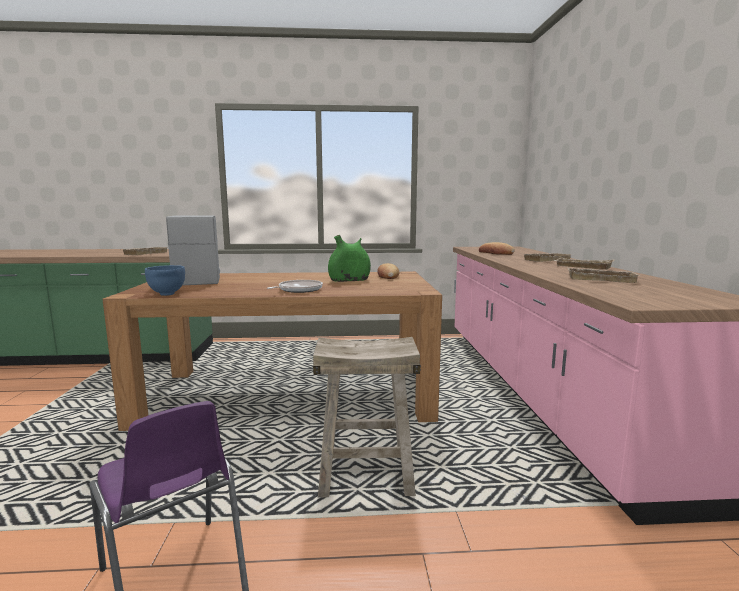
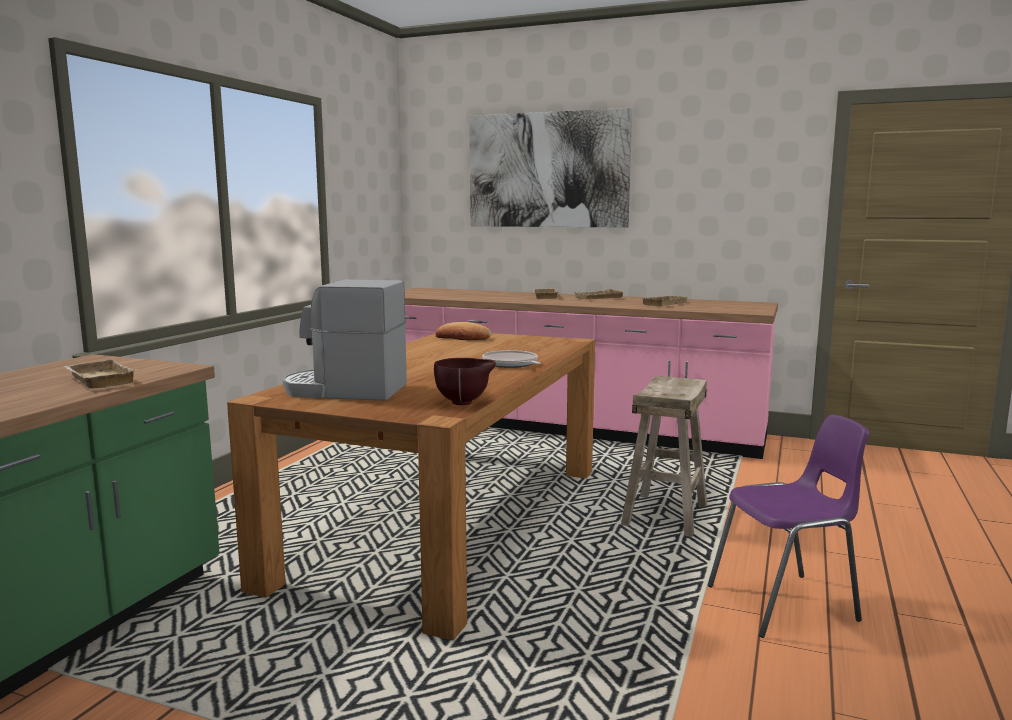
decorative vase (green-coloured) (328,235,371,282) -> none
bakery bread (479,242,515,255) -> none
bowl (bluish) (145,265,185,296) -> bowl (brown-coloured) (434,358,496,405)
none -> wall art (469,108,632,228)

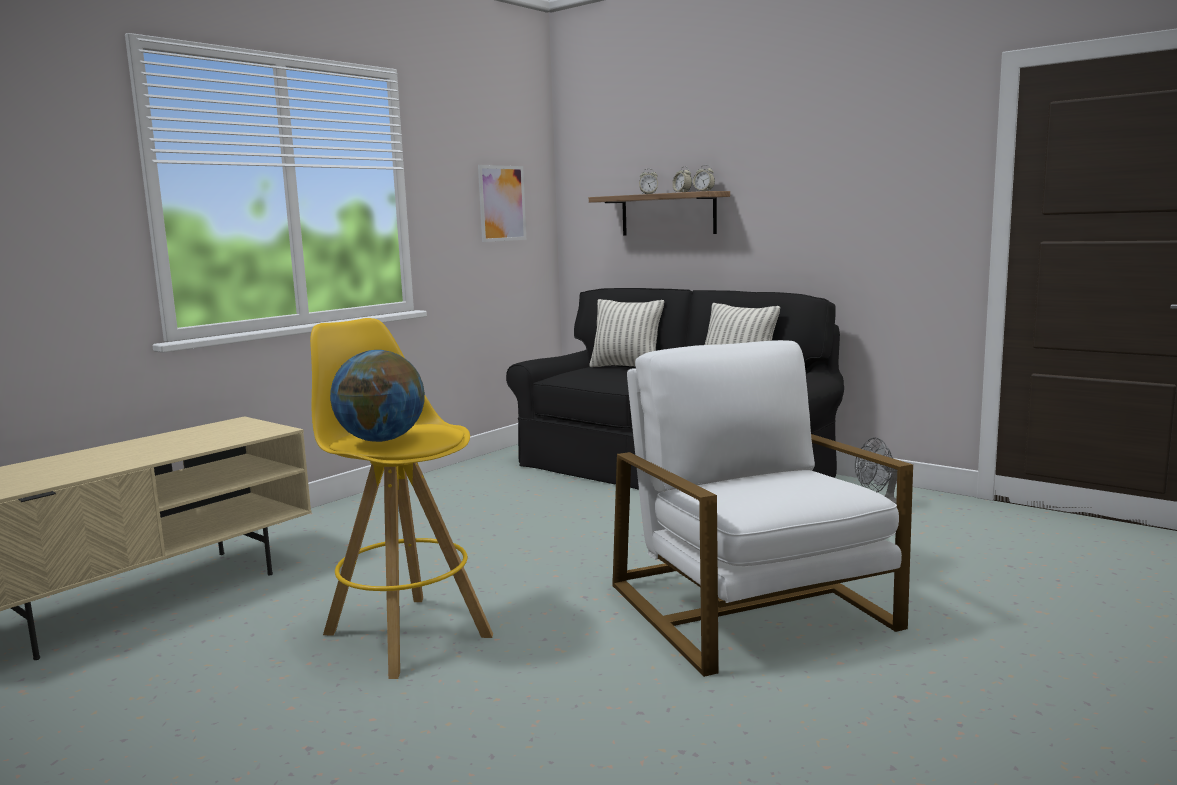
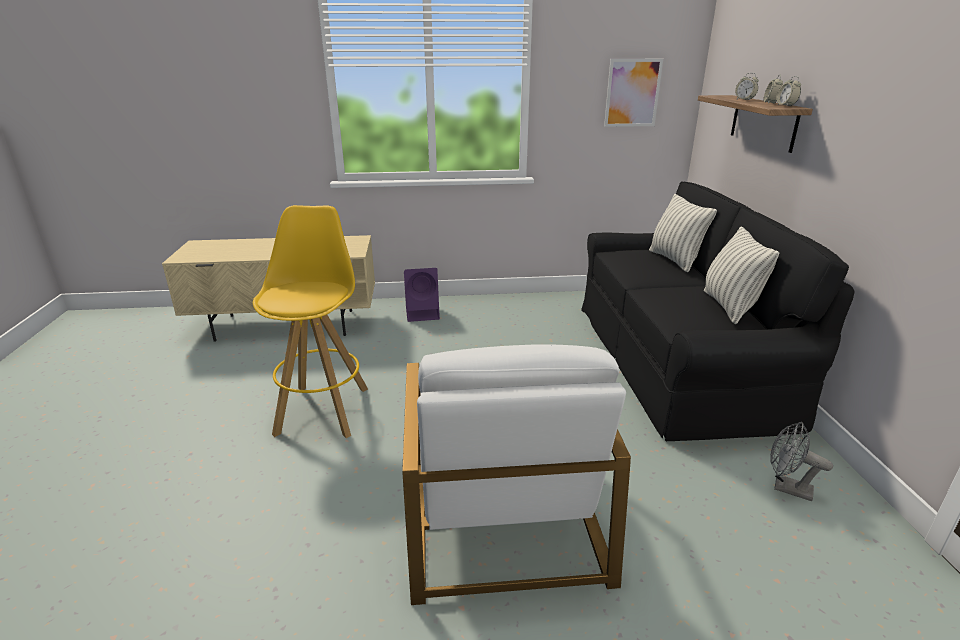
lounge chair (whitish) (612,340,913,677) -> lounge chair (whitish) (402,344,631,605), 150 degrees clockwise
world globe (330,350,425,442) -> none
none -> audio speaker (purplish) (404,268,440,322)

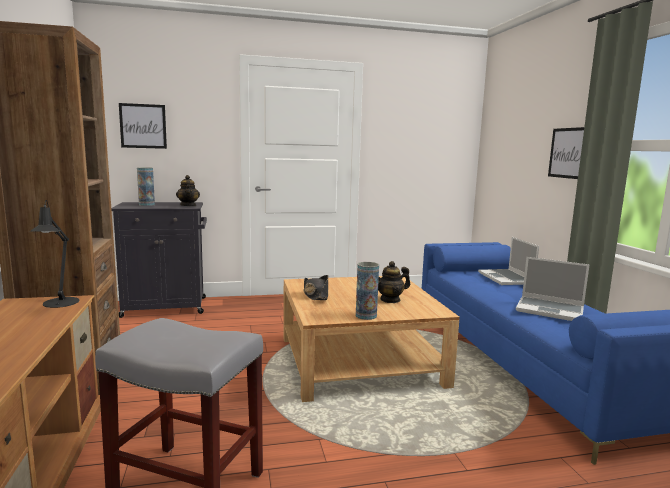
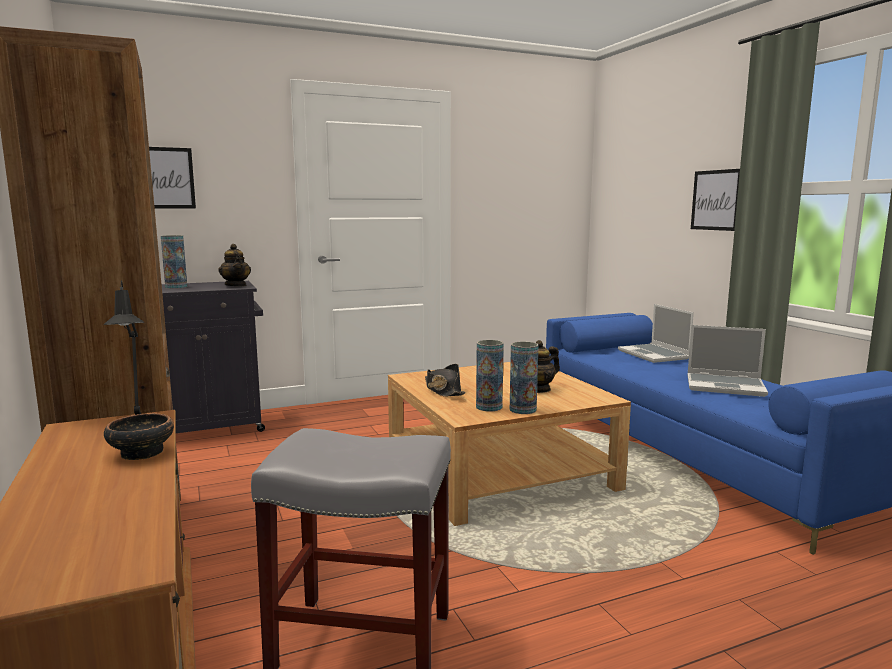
none -> decorative vase (476,340,504,411)
none -> bowl (104,413,174,460)

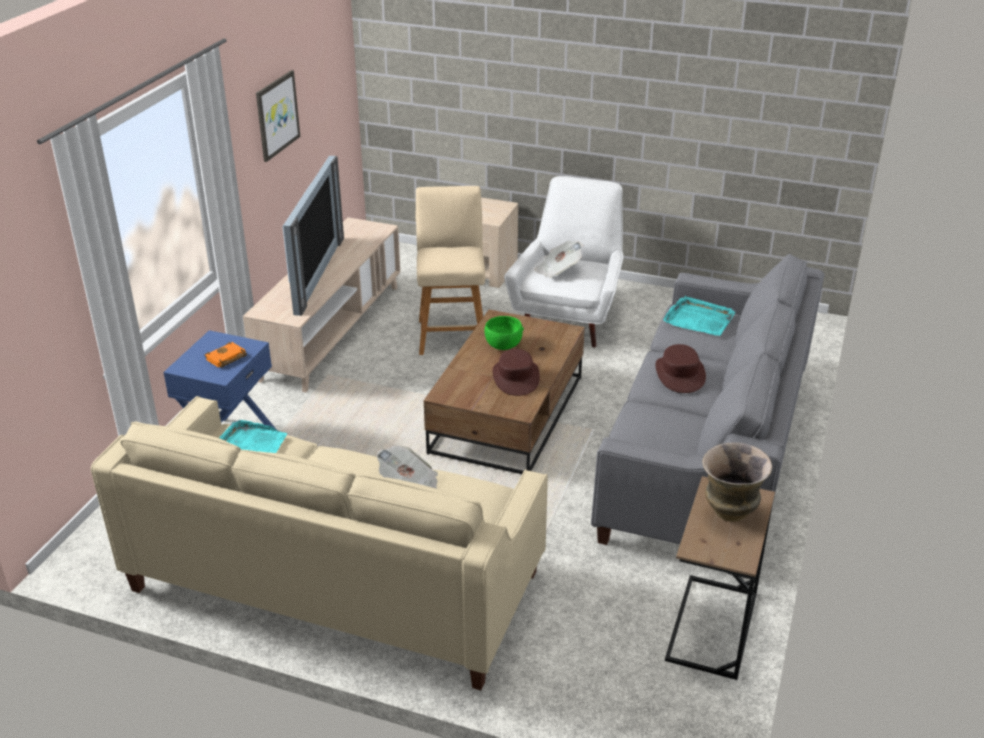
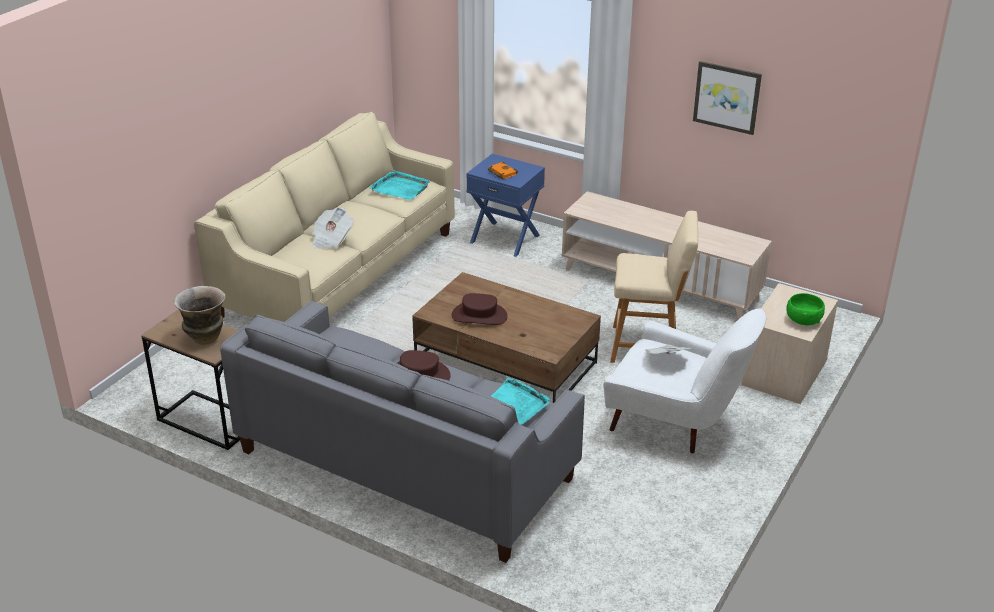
TV (282,156,344,316) -> none
bowl (green-coloured) (484,316,524,350) -> bowl (green-coloured) (786,293,825,325), move

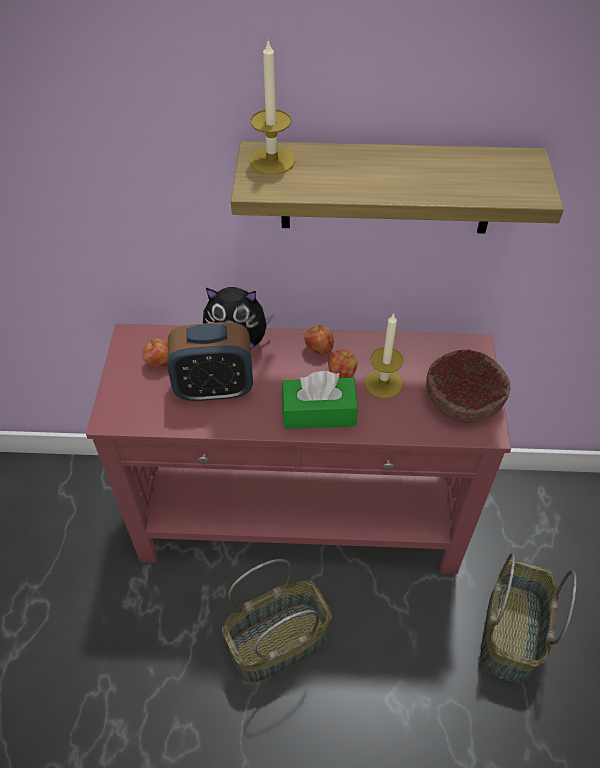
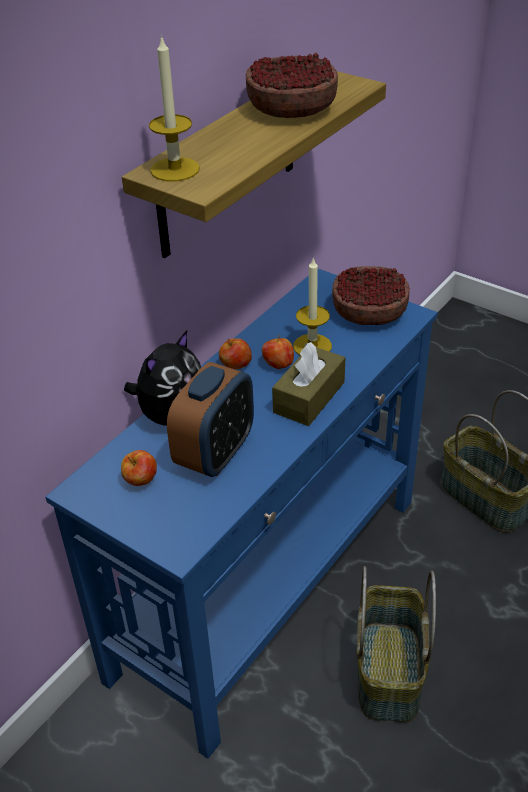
hall table (red-coloured) (86,324,511,574) -> hall table (bluish) (45,268,438,759)
tissue box (green-coloured) (282,371,358,429) -> tissue box (brown-coloured) (272,342,345,426)
none -> bowl (246,53,338,118)

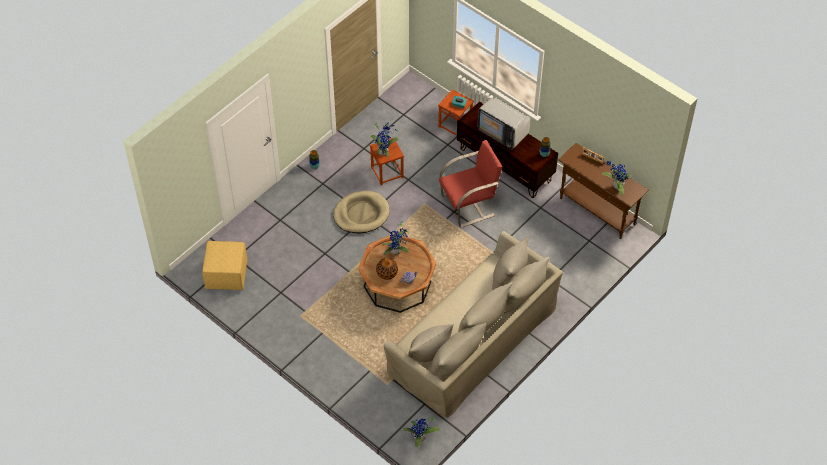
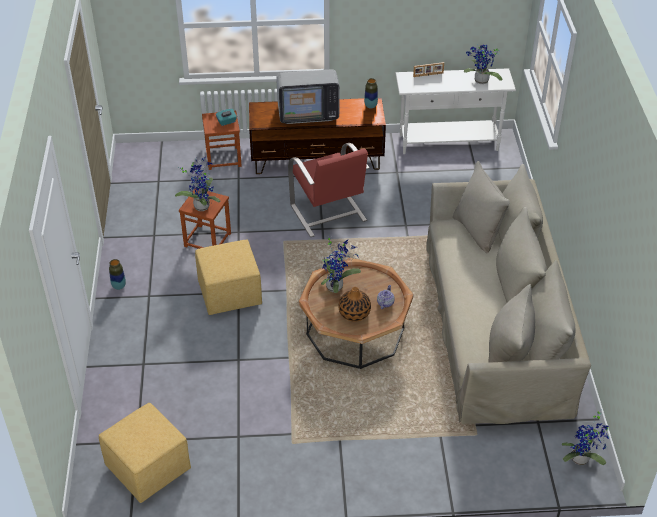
lounge chair (red-coloured) (439,140,503,228) -> lounge chair (red-coloured) (288,143,370,237), 135 degrees clockwise
hall table (brown-coloured) (558,143,649,239) -> hall table (whitish) (395,68,516,154)
dog bed (sand-coloured) (333,191,389,233) -> pouffe (yellow-coloured) (195,239,262,315)

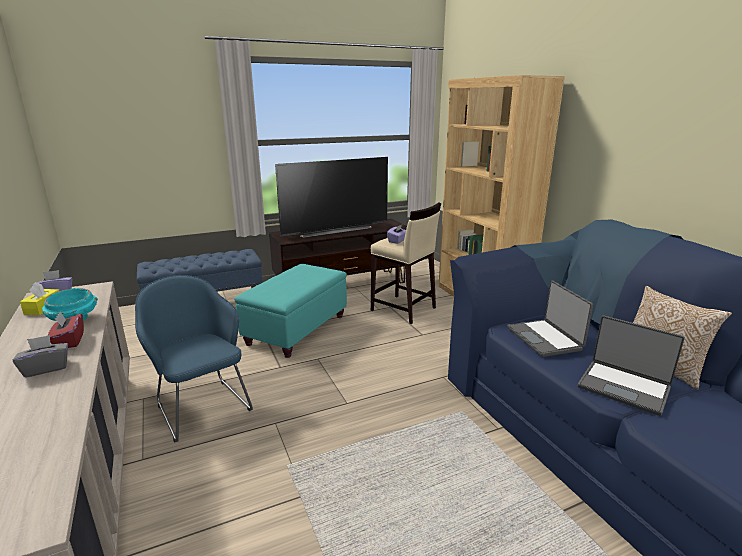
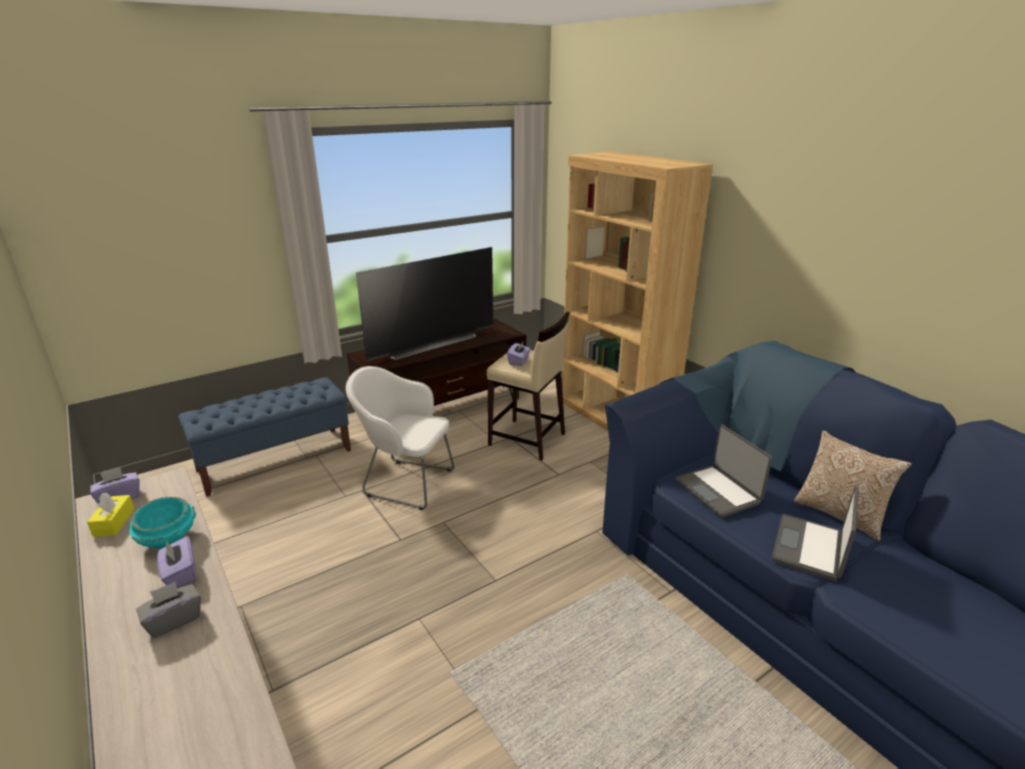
pouffe (turquoise-coloured) (234,264,347,358) -> lounge chair (whitish) (346,366,454,510)
lounge chair (bluish) (135,275,253,442) -> none
tissue box (red-coloured) (48,312,84,348) -> tissue box (purplish) (157,536,196,587)
laptop (578,316,685,416) -> laptop (772,486,859,581), 90 degrees clockwise

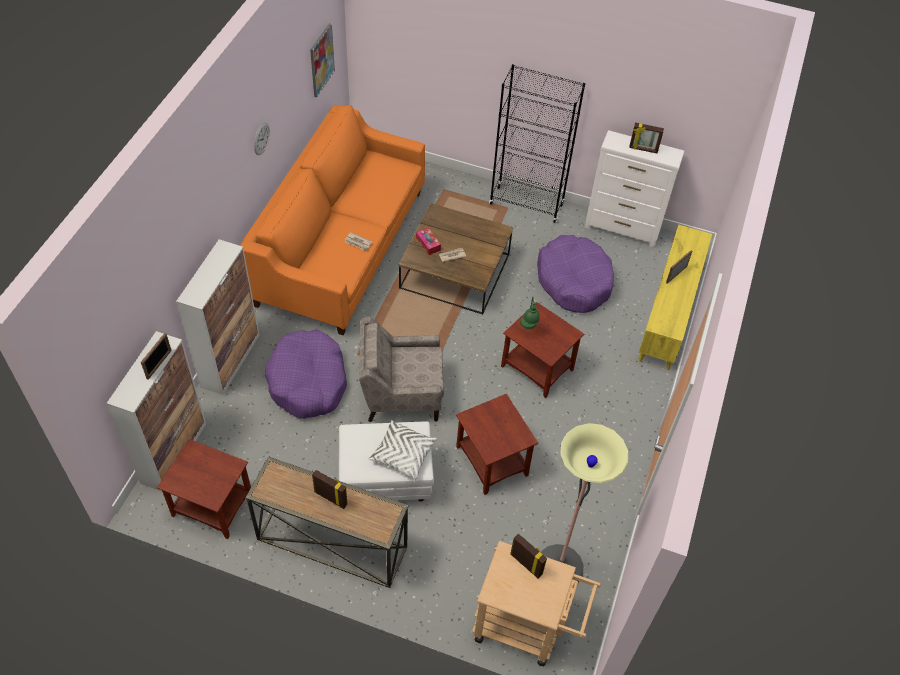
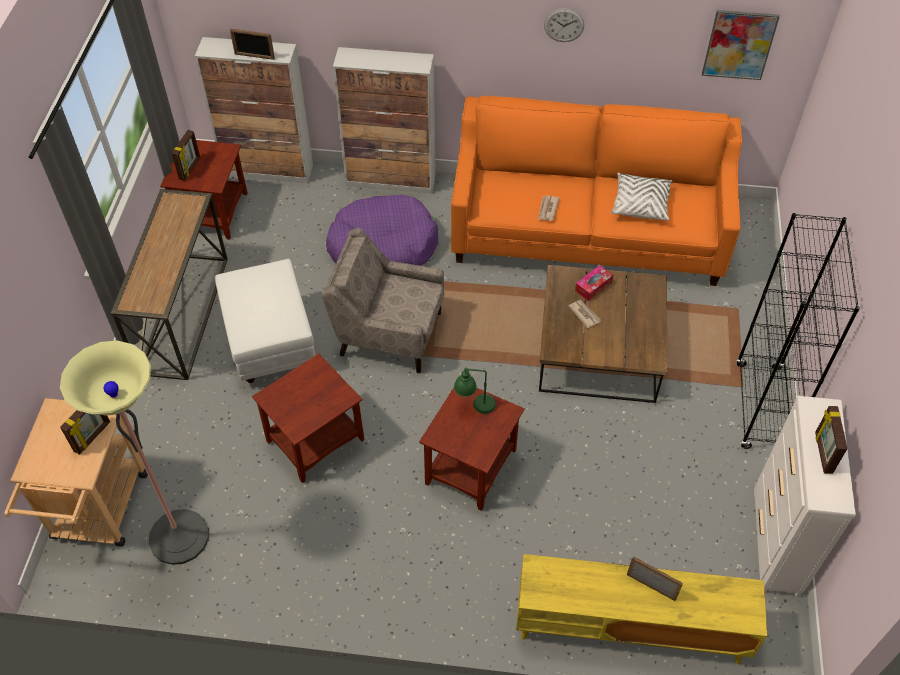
dog bed (purplish) (537,235,614,313) -> none
lounge chair (sand-coloured) (359,316,444,422) -> lounge chair (sand-coloured) (322,228,444,373), 60 degrees counterclockwise
pillow (whitish) (369,420,437,481) -> pillow (whitish) (611,172,672,221), move
picture frame (312,470,348,509) -> picture frame (172,130,200,181), move

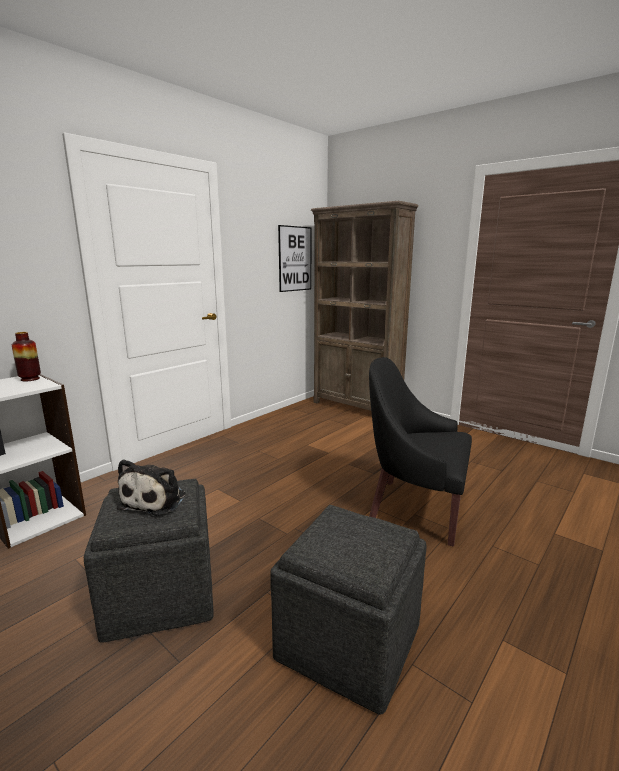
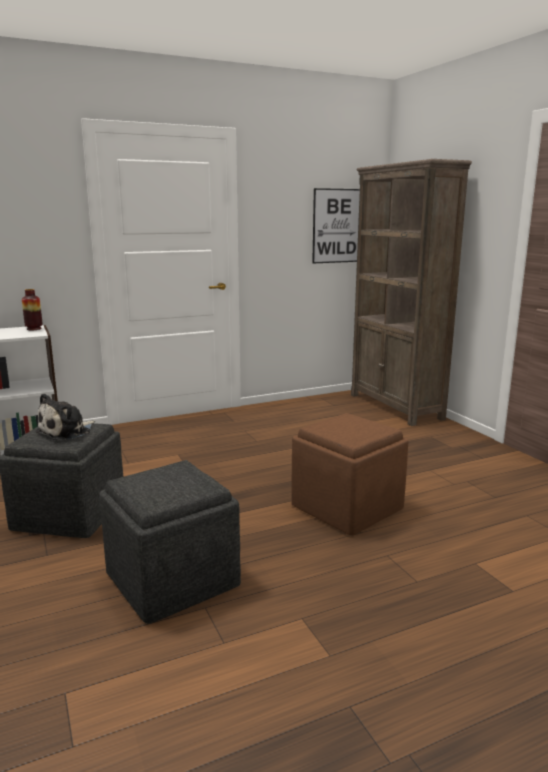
lounge chair (black) (369,357,472,547) -> pouffe (brown-coloured) (291,413,409,535)

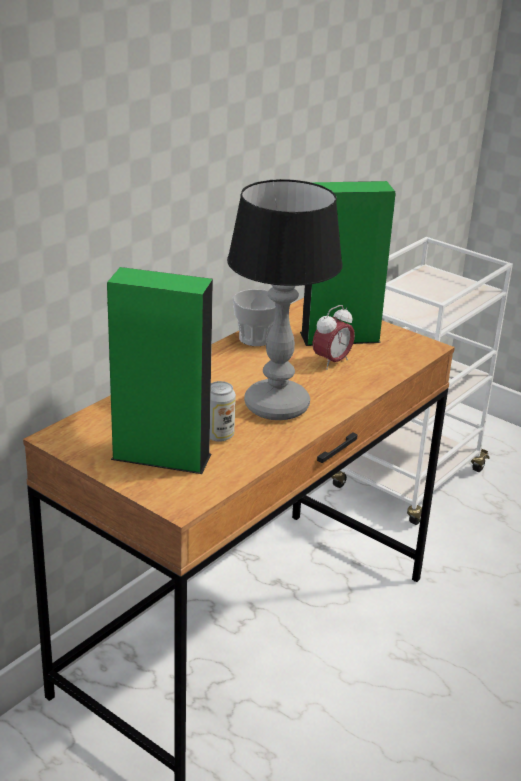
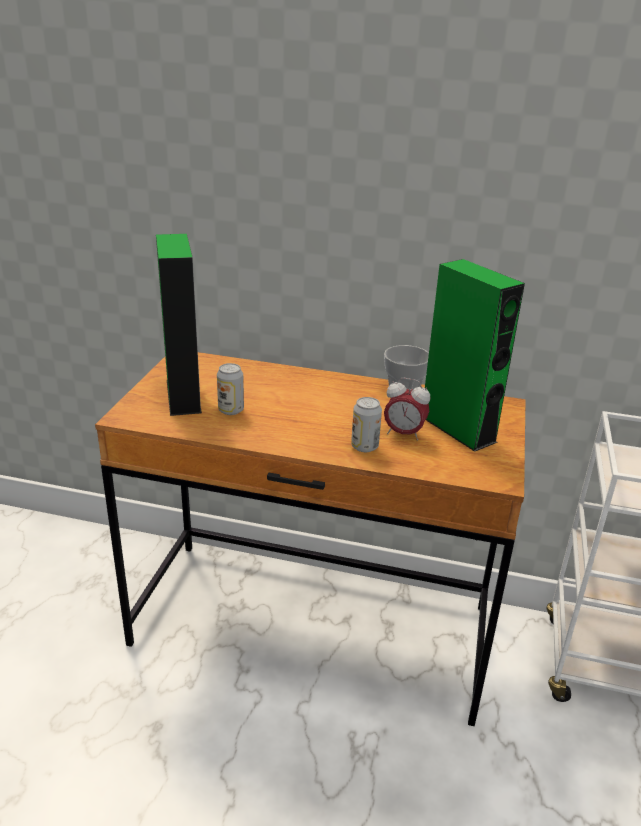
lamp for a table (227,179,343,420) -> none
none -> can (351,397,382,452)

